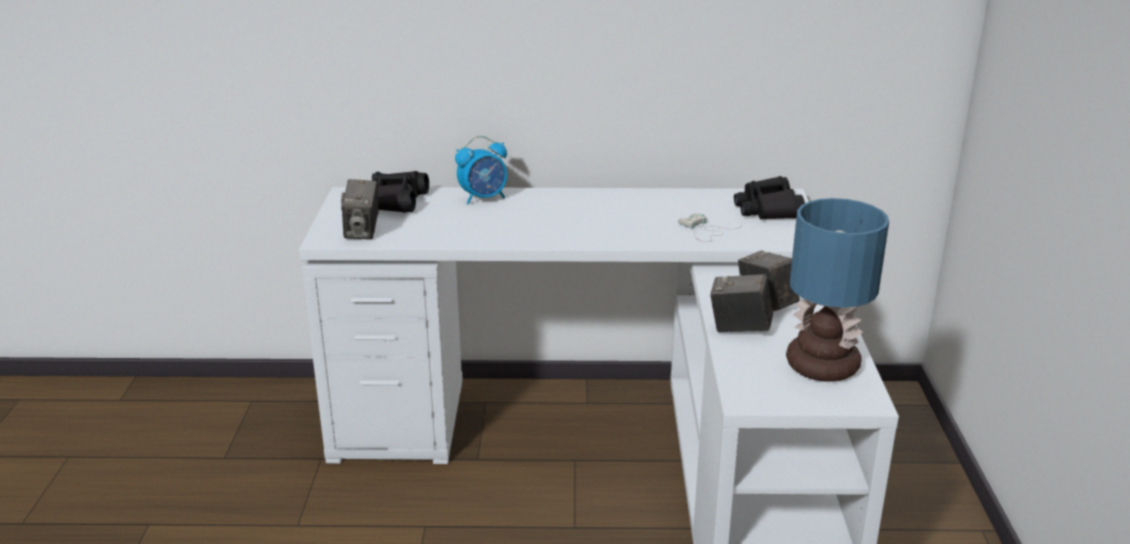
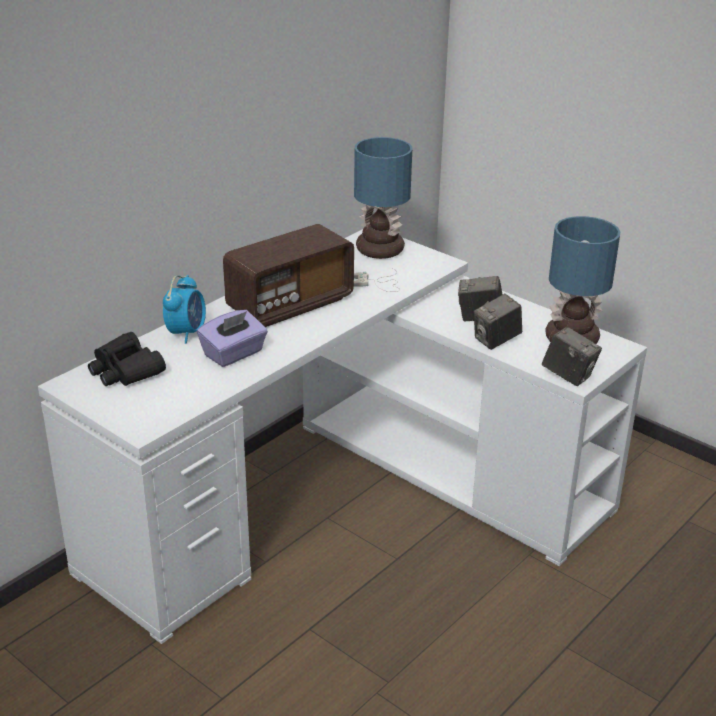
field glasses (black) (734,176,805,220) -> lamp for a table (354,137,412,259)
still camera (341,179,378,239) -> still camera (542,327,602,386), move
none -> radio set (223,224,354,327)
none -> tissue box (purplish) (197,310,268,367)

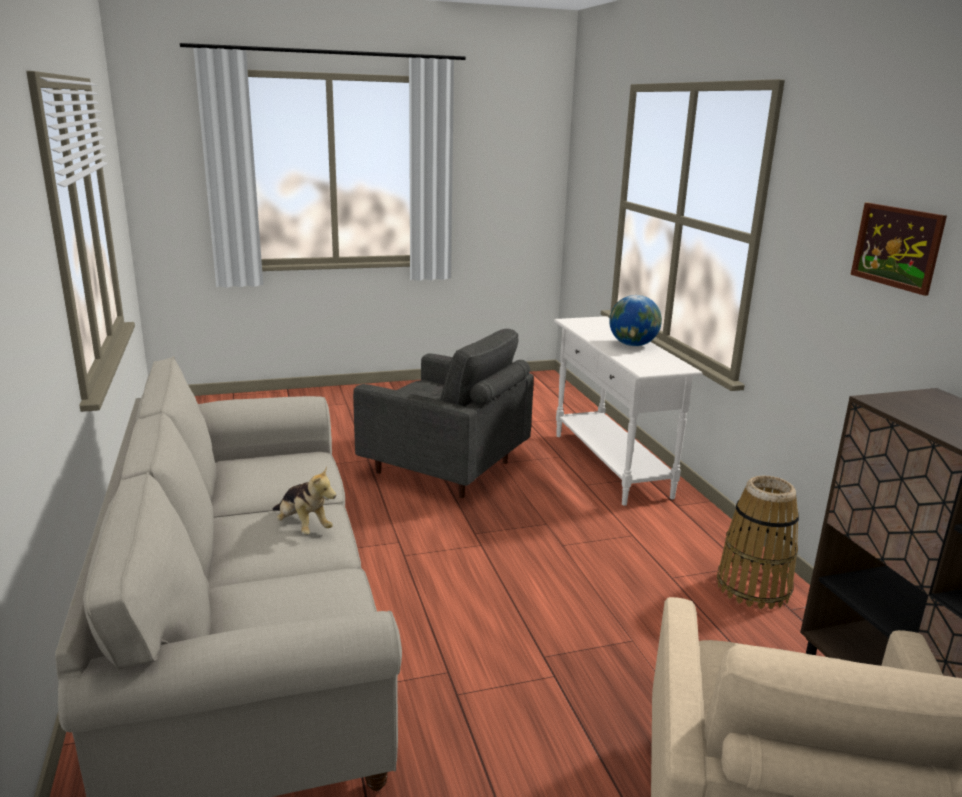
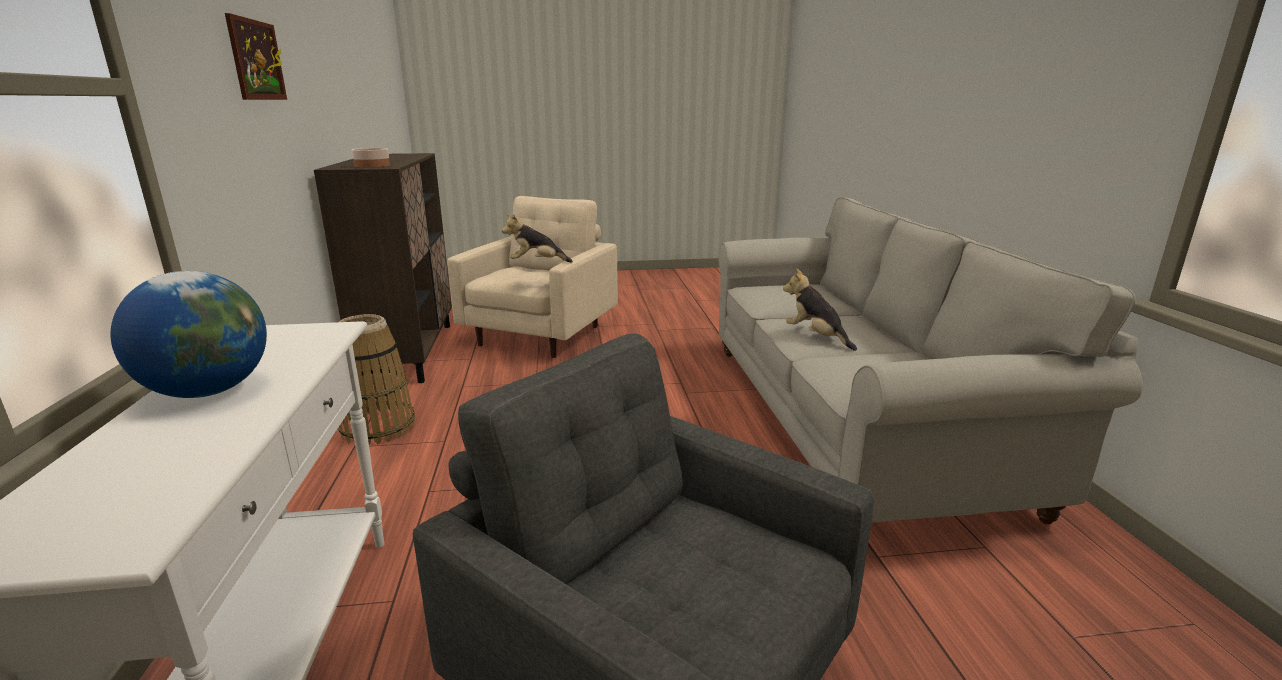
none -> bowl (352,148,390,168)
none -> plush toy (502,214,573,263)

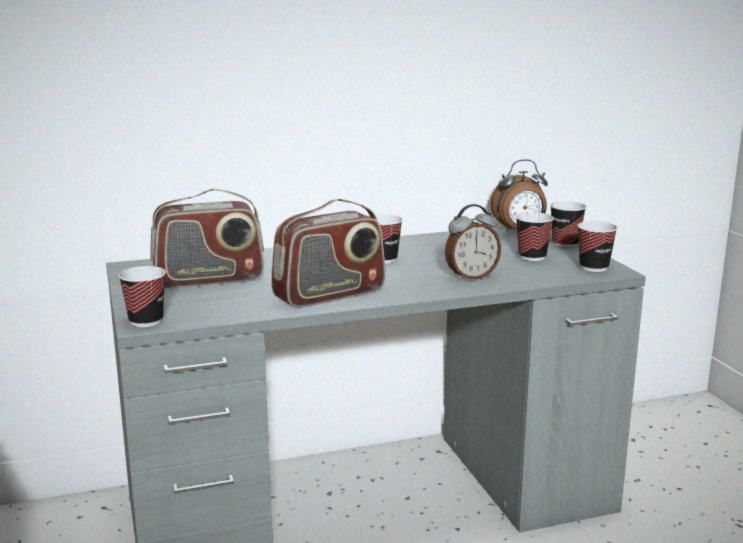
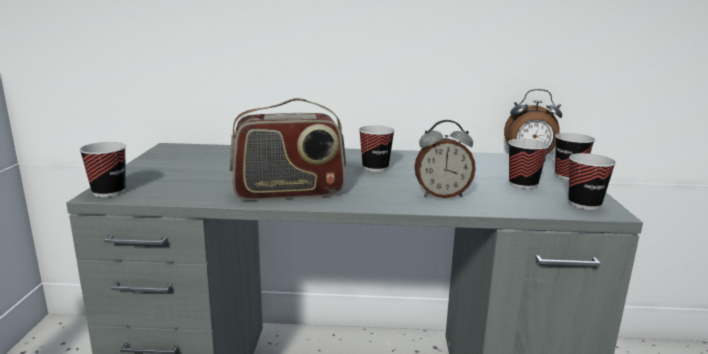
radio set (150,189,264,288) -> none

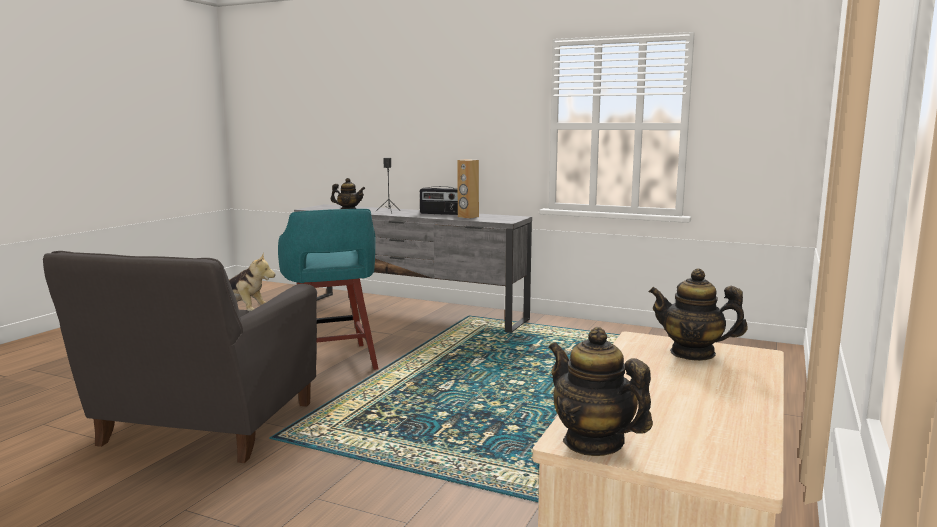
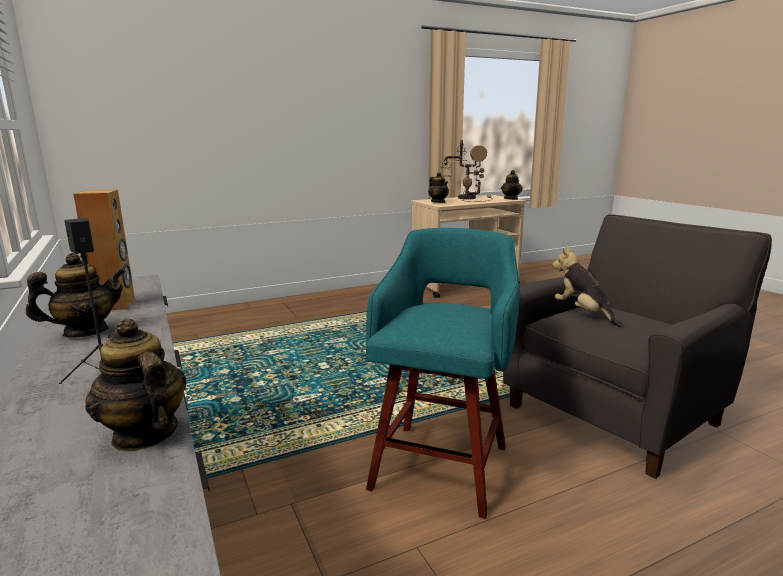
radio set (420,186,458,215) -> tea pot (26,253,125,337)
none -> lamp for a table (440,140,492,202)

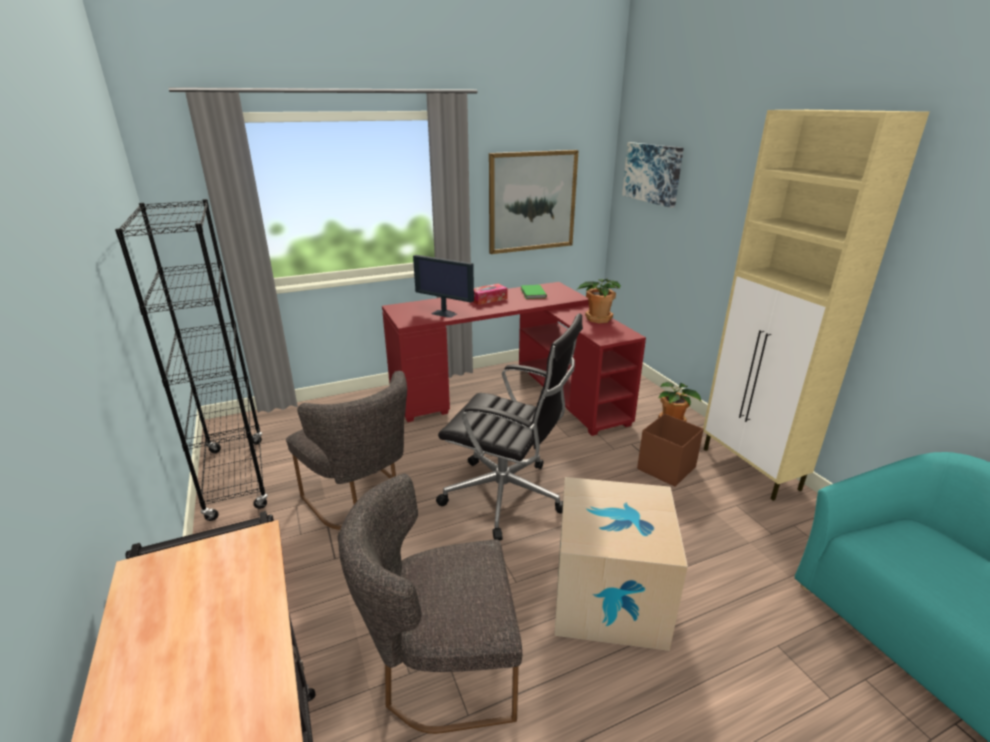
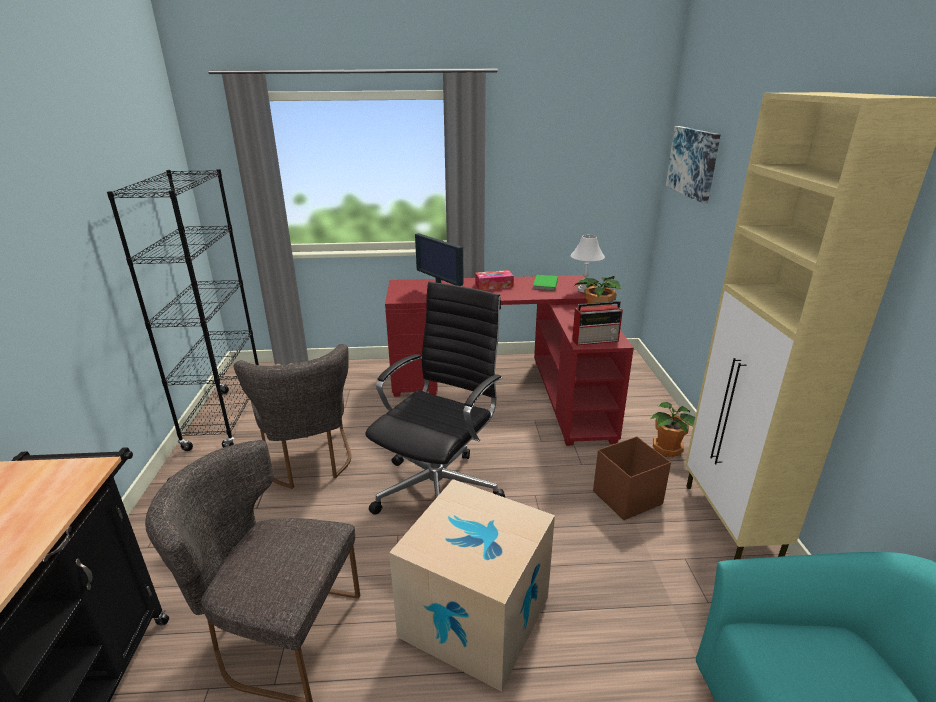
wall art (489,150,579,254) -> none
computer chair (black) (436,313,583,541) -> computer chair (black) (365,282,505,515), 105 degrees counterclockwise
none -> lamp for a table (whitish) (571,235,605,292)
none -> radio set (572,301,623,345)

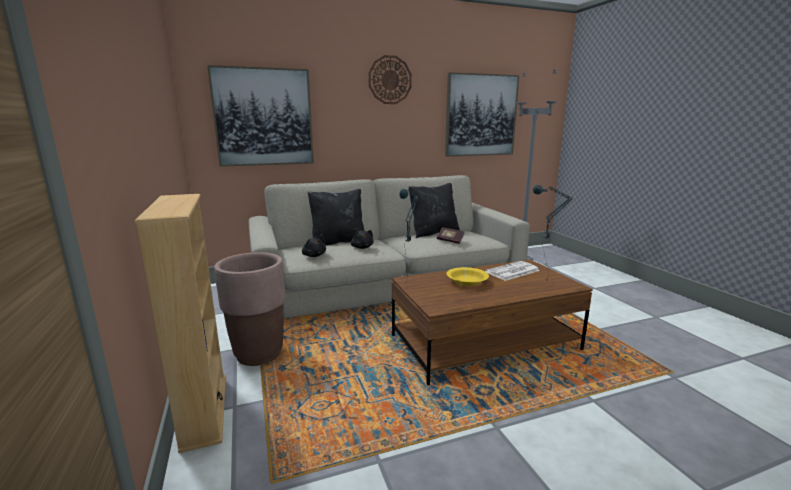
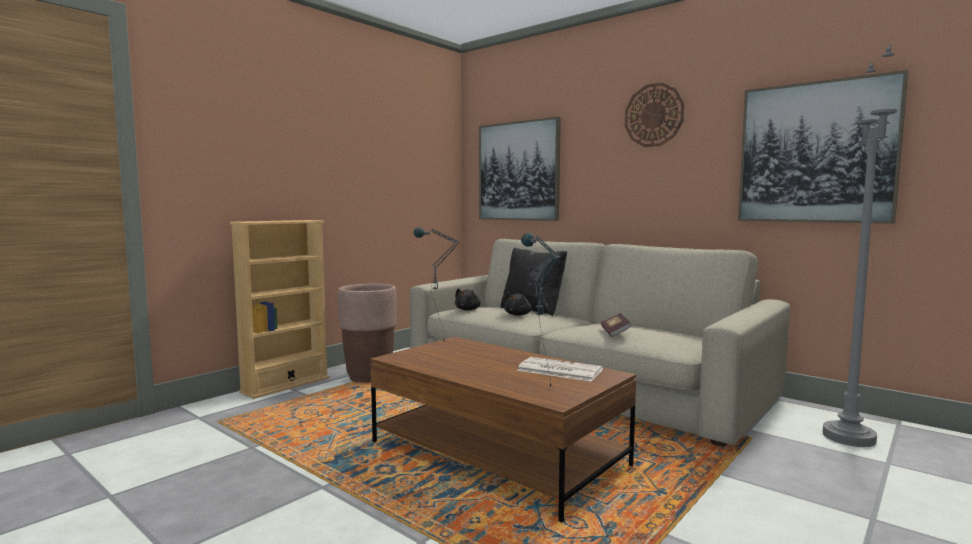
pillow (black) (409,183,460,238) -> none
bowl (yellow-coloured) (446,267,489,286) -> none

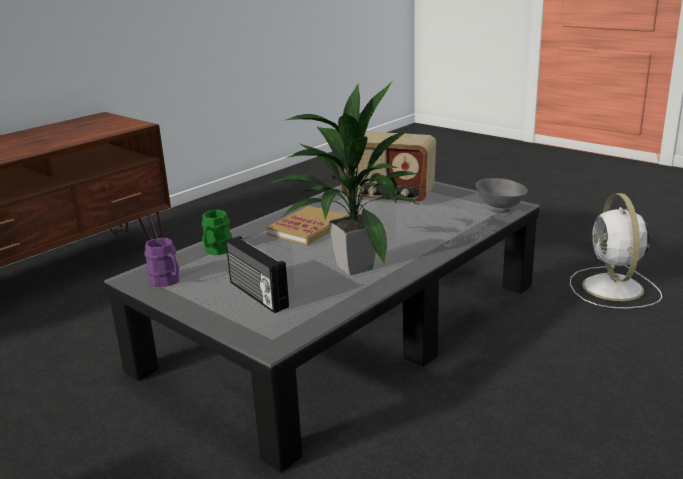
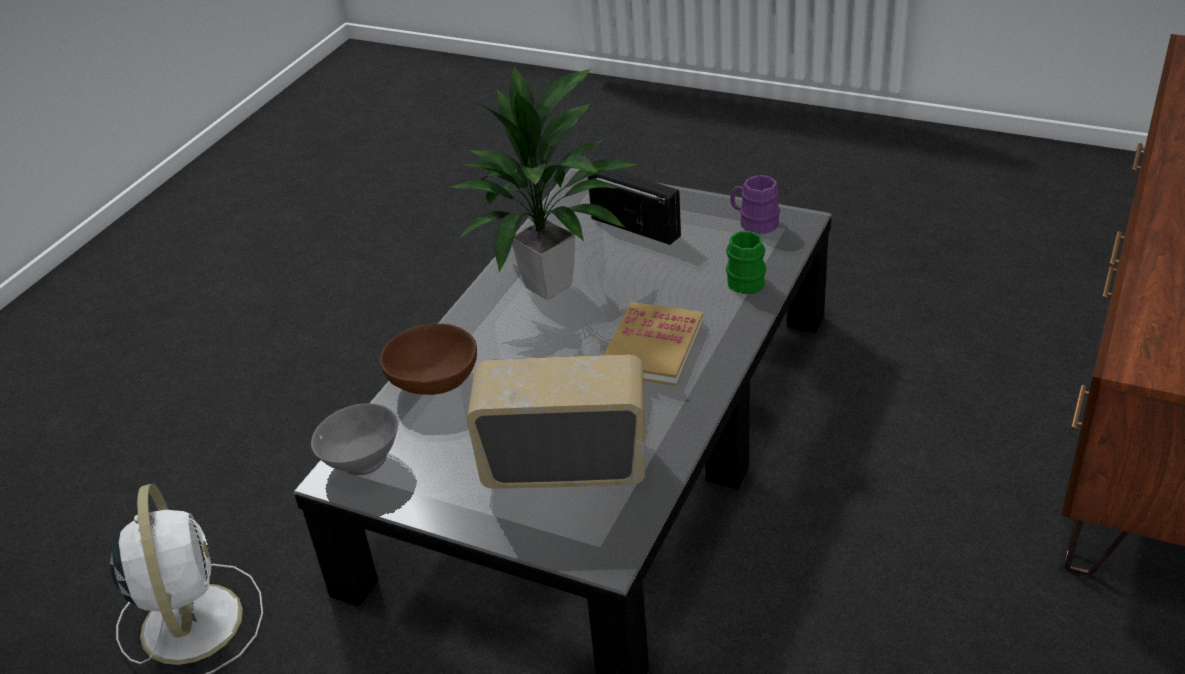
none -> bowl (brown-coloured) (380,324,477,395)

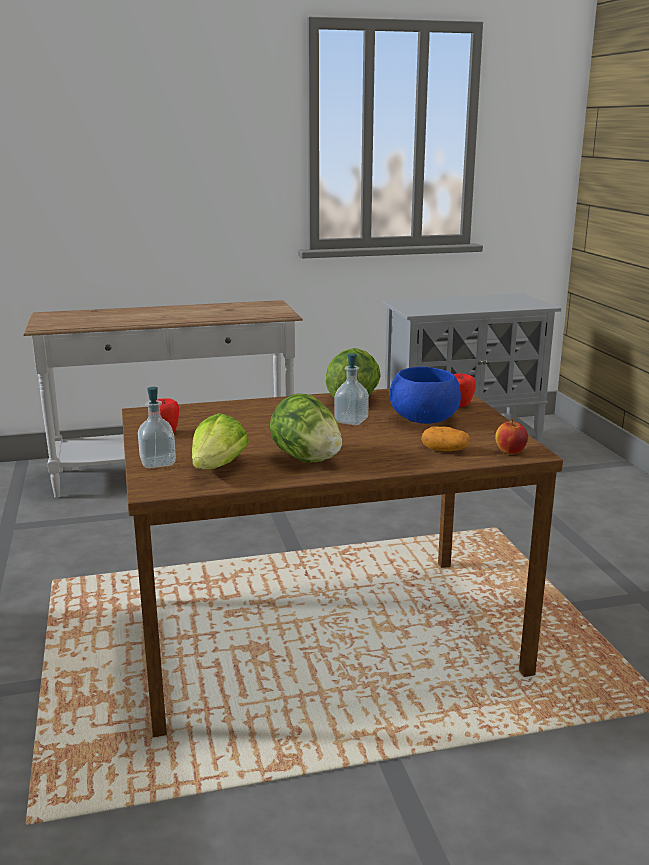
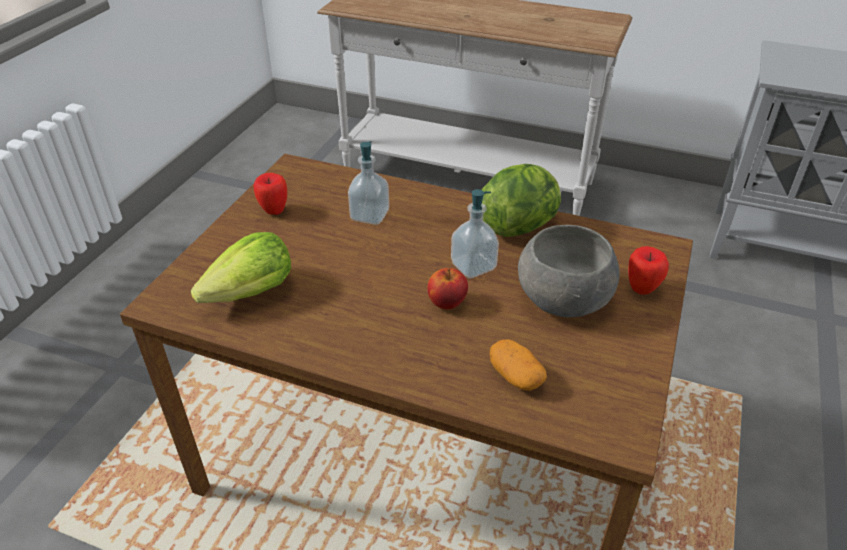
bowl (bluish) (389,367,461,424) -> bowl (gray) (518,225,620,317)
liquid soap bottle (138,387,176,468) -> liquid soap bottle (348,141,389,225), move
lettuce head (270,394,342,462) -> none
apple (495,418,528,454) -> apple (427,268,468,310), move

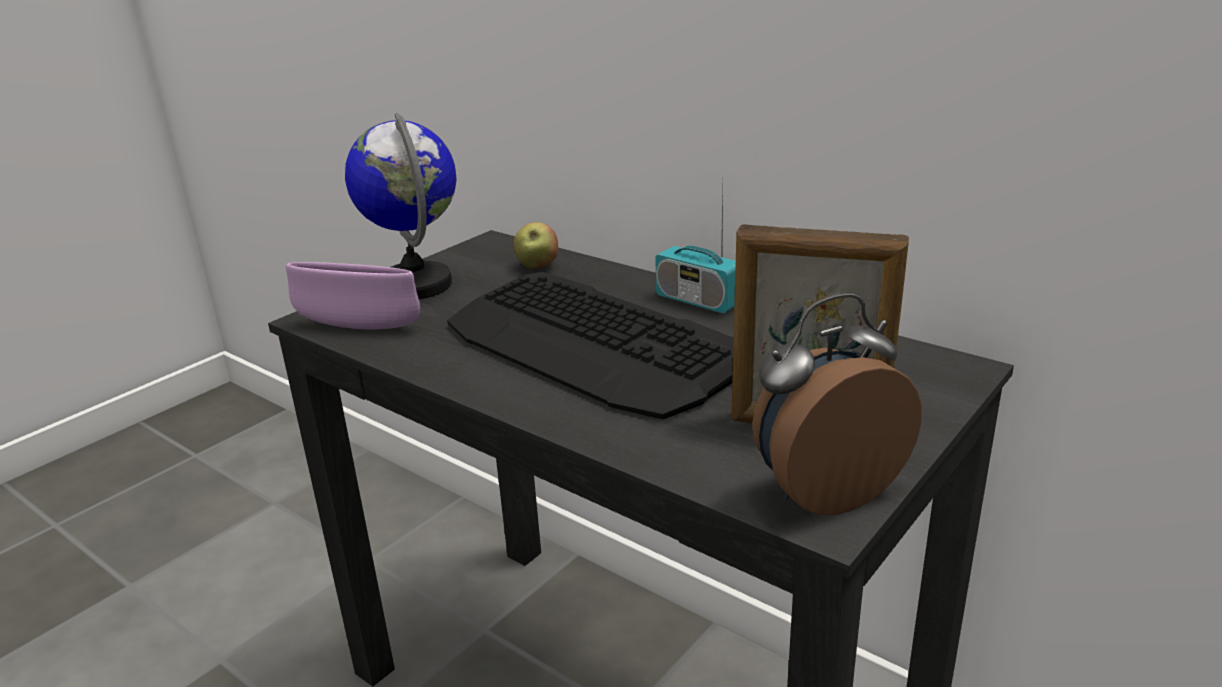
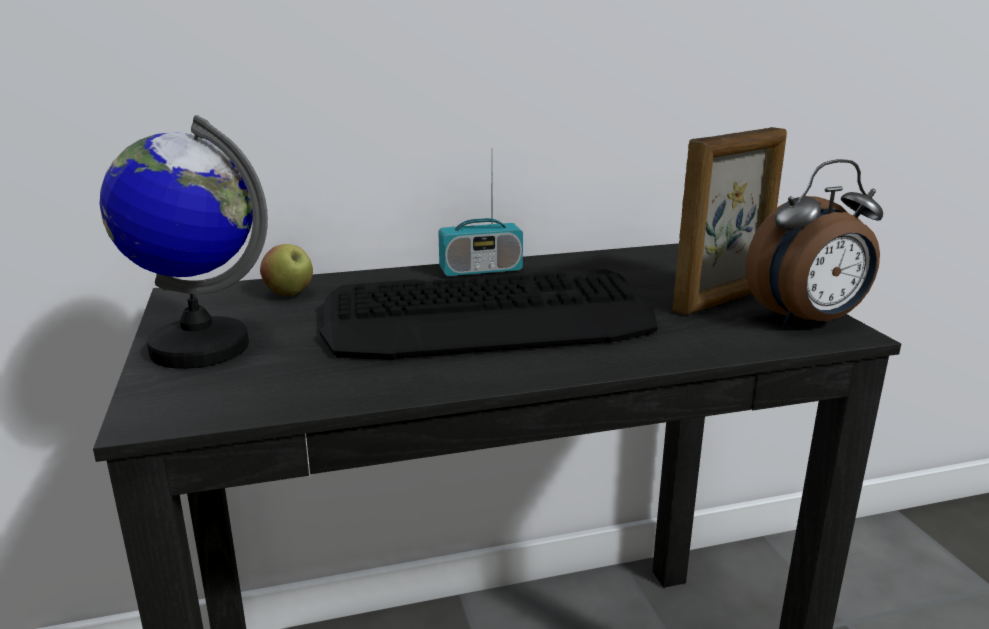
bowl (purplish) (286,262,420,329) -> none
table clock (752,293,922,515) -> table clock (746,159,883,327), 120 degrees counterclockwise

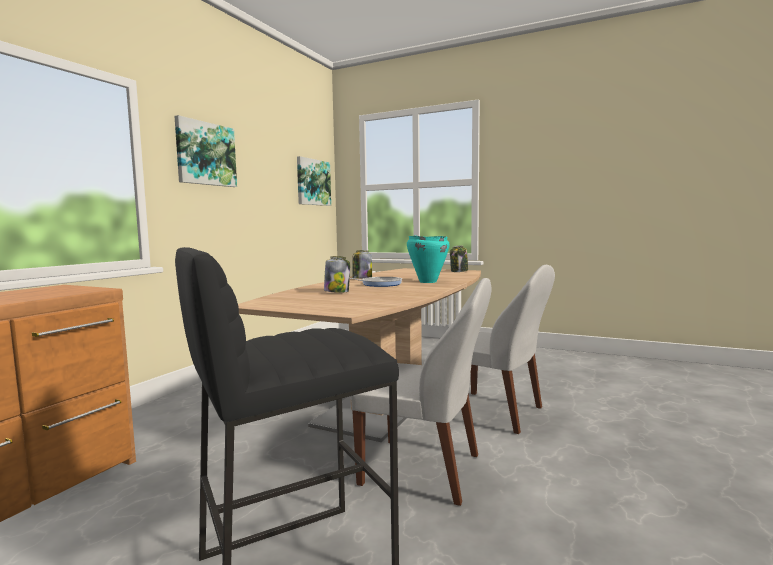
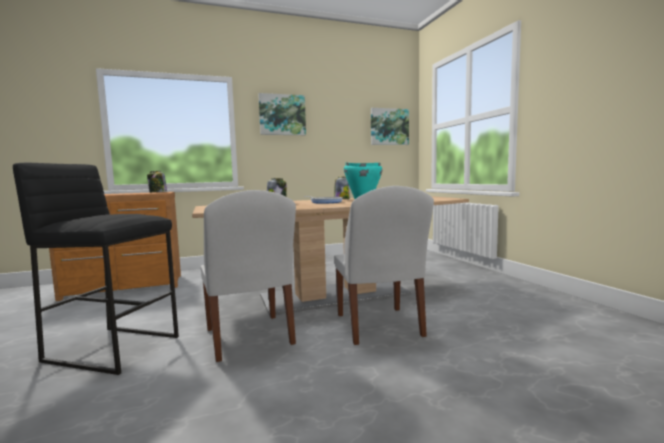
storage jar (450,246,468,272) -> storage jar (147,171,167,193), move

